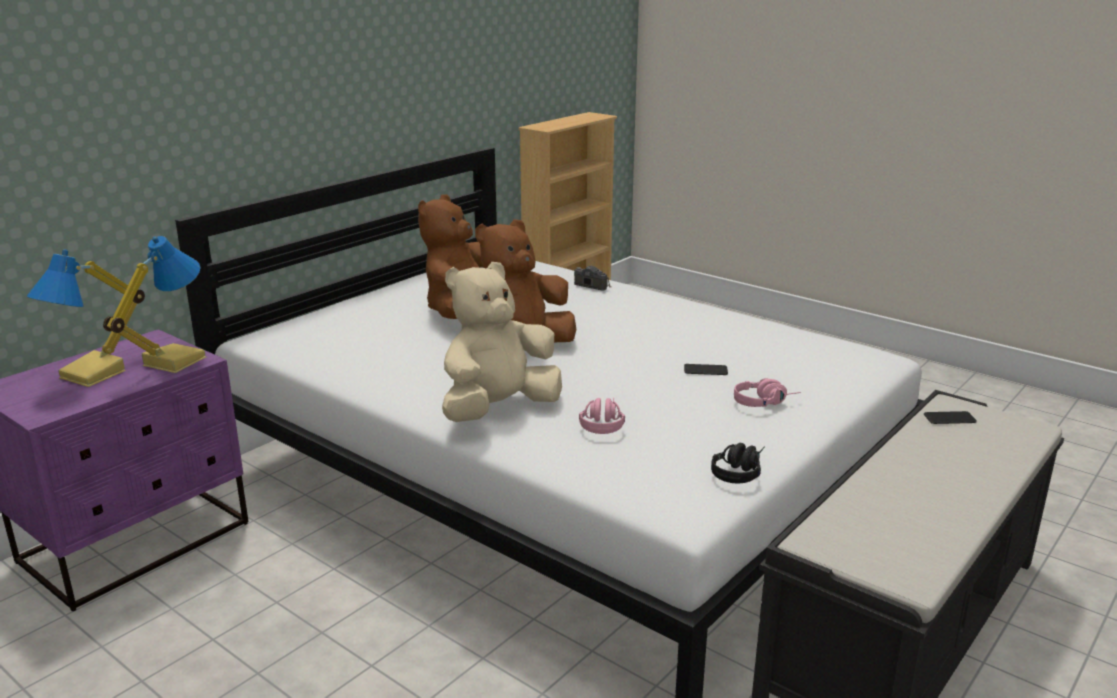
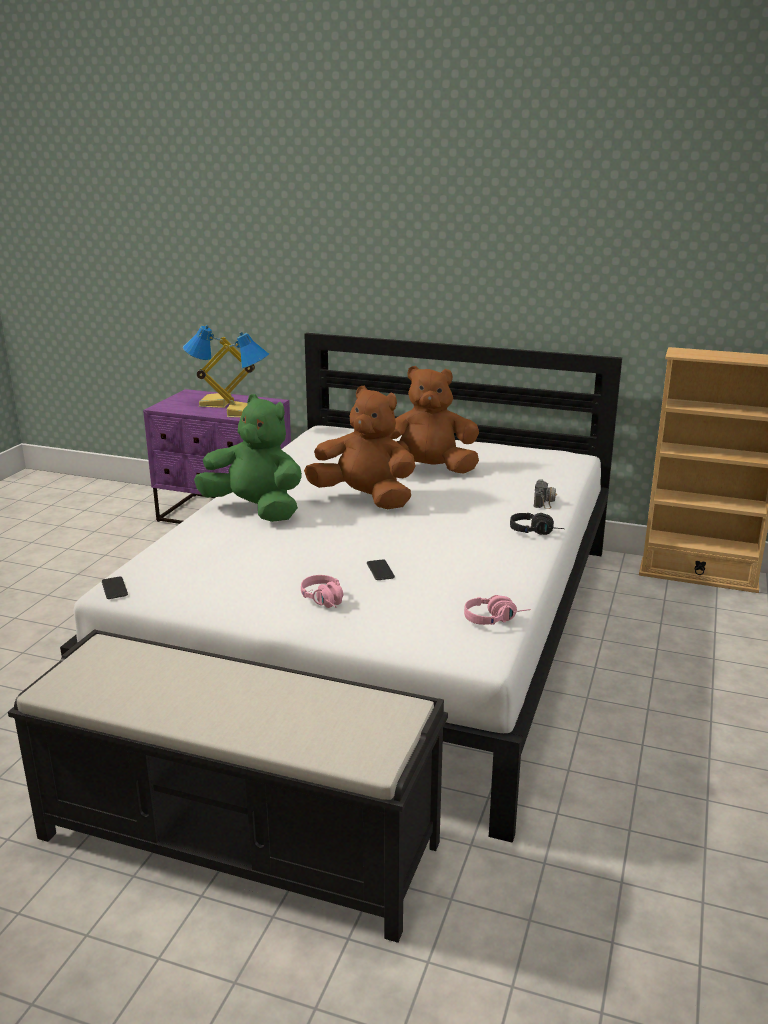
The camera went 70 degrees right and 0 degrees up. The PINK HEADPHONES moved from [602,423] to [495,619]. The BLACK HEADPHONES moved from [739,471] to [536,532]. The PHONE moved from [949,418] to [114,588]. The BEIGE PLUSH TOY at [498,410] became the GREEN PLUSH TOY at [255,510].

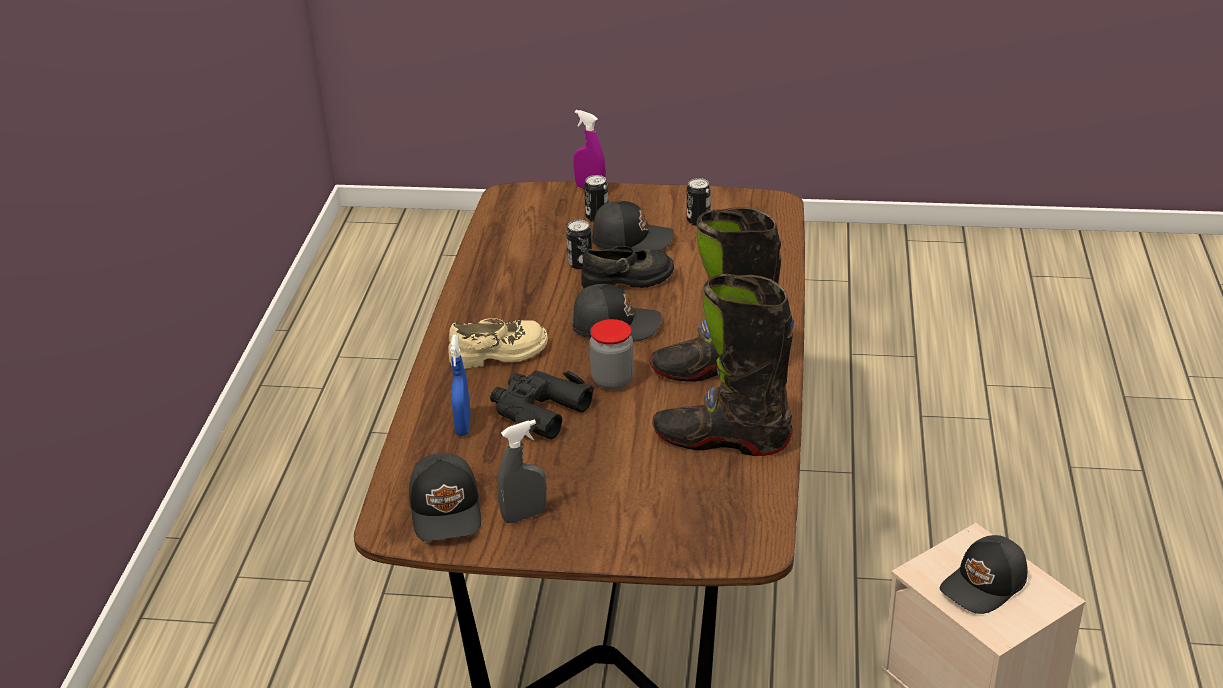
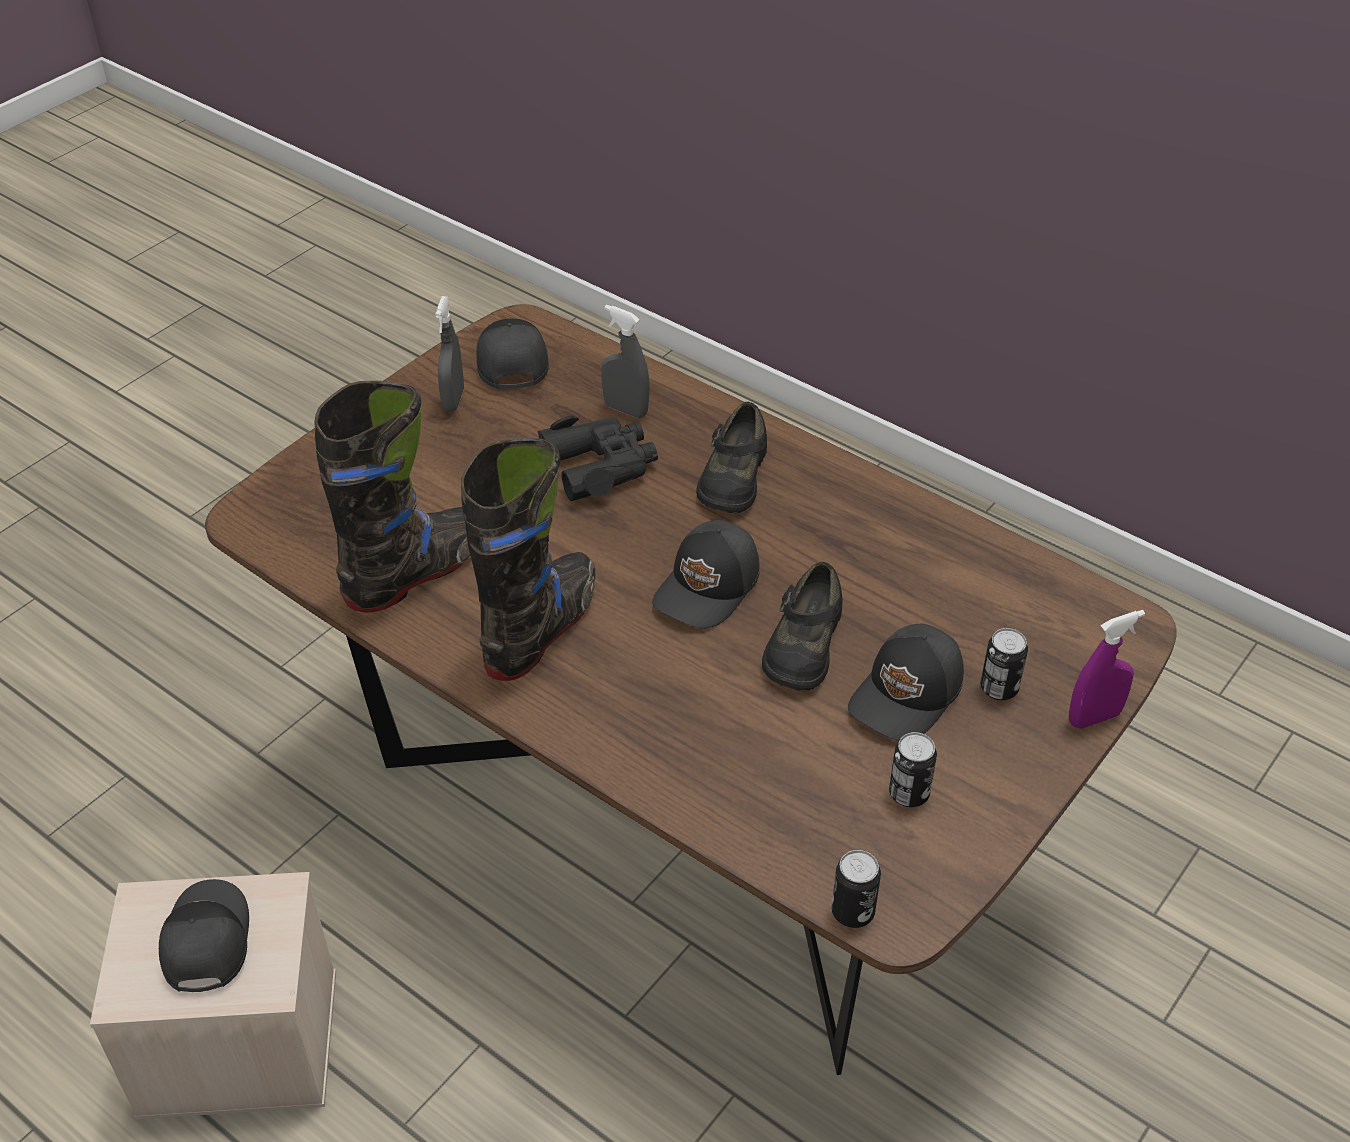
The camera went 120 degrees right and 10 degrees up. The JAR at [612,380] disappeared. The CAN moved from [580,263] to [852,912]. The BEIGE SHOE at [499,353] became the BLACK SHOE at [732,477]. The BLUE SPRAY BOTTLE at [463,426] became the GREY SPRAY BOTTLE at [626,410]. The BLACK CAP at [447,510] turned 60 degrees clockwise.

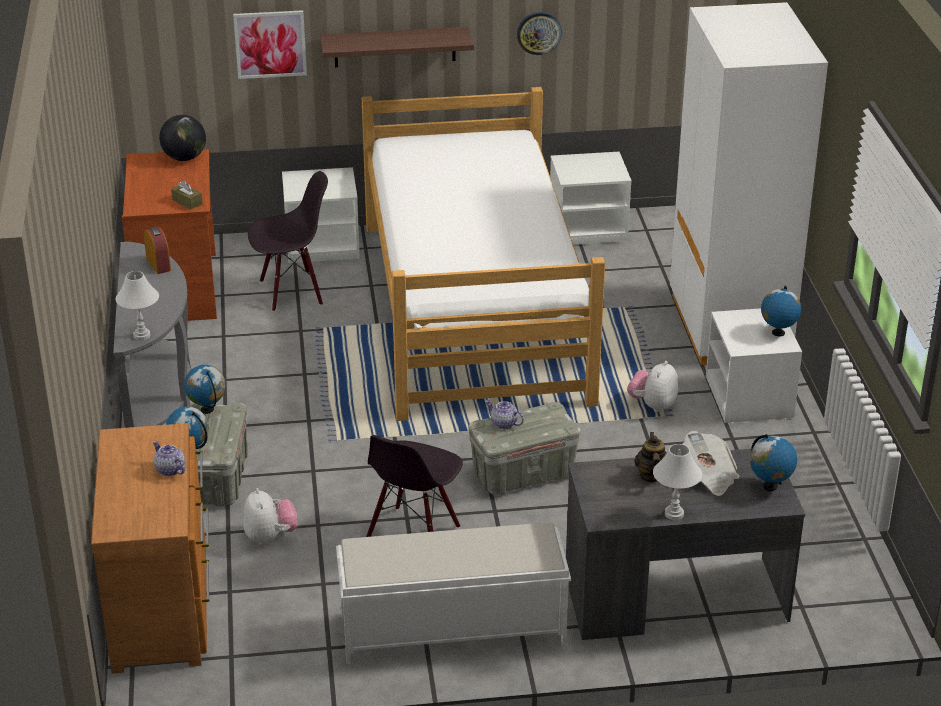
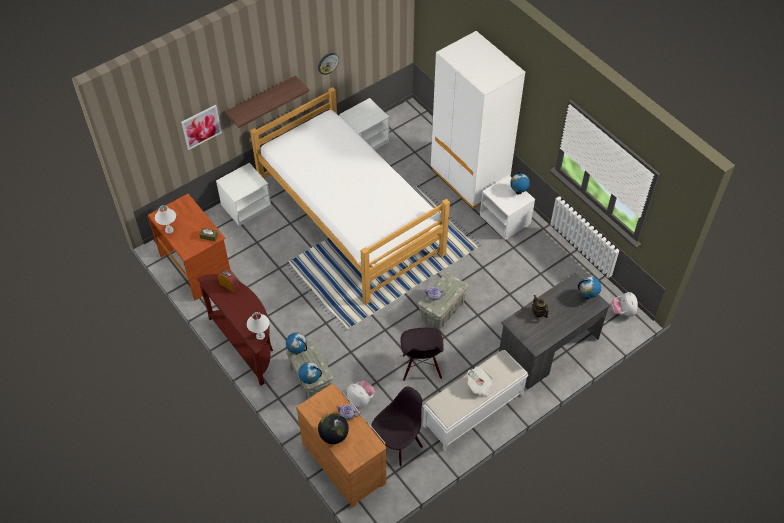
The camera went 30 degrees left and 20 degrees up. The GLOBE moved from [184,158] to [334,435]. The BLACK CHAIR moved from [291,292] to [397,444]. The PLUSH TOY moved from [653,405] to [623,311]. The WHITE TABLE LAMP moved from [674,513] to [169,230]. The NEWSPAPER moved from [707,476] to [480,386]. The GREY CONSOLE TABLE at [159,401] became the BROWN CONSOLE TABLE at [246,344].

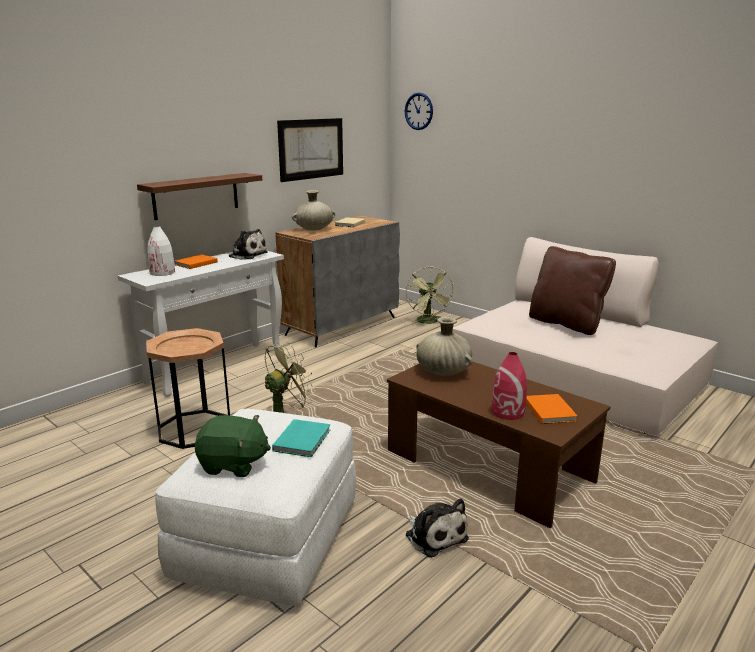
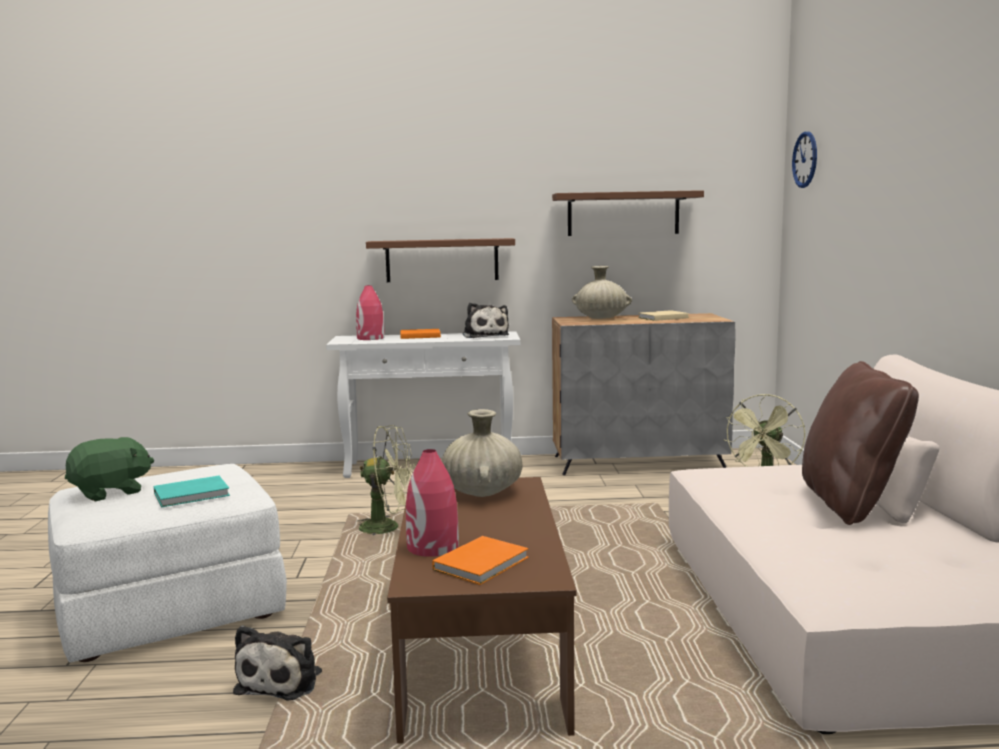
The camera went 45 degrees right and 10 degrees down. The BROWN SIDE TABLE at [194,429] disappeared. The PICTURE at [311,149] was replaced by the BROWN SHELF at [623,214]. The WHITE VASE at [162,273] became the RED VASE at [370,338]. The GREEN PLUSH TOY at [233,464] turned 90 degrees counterclockwise.

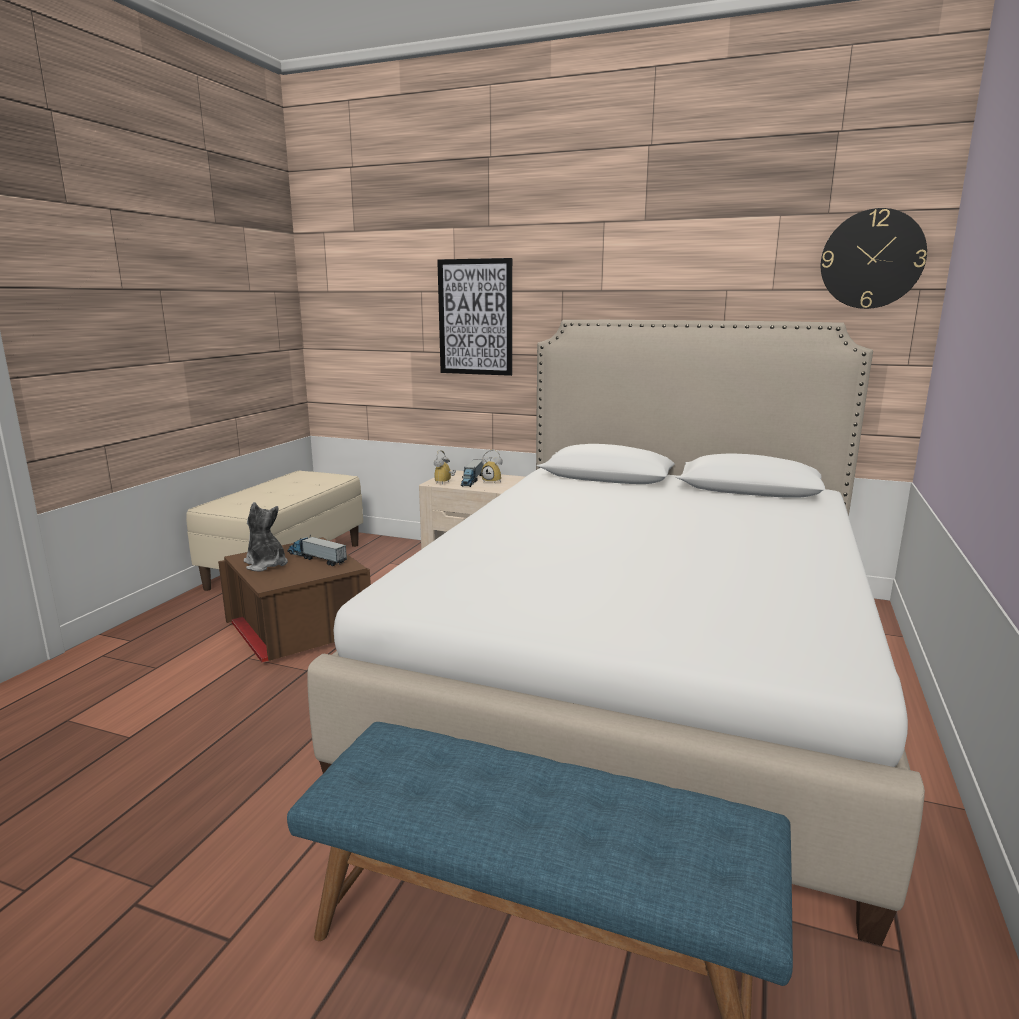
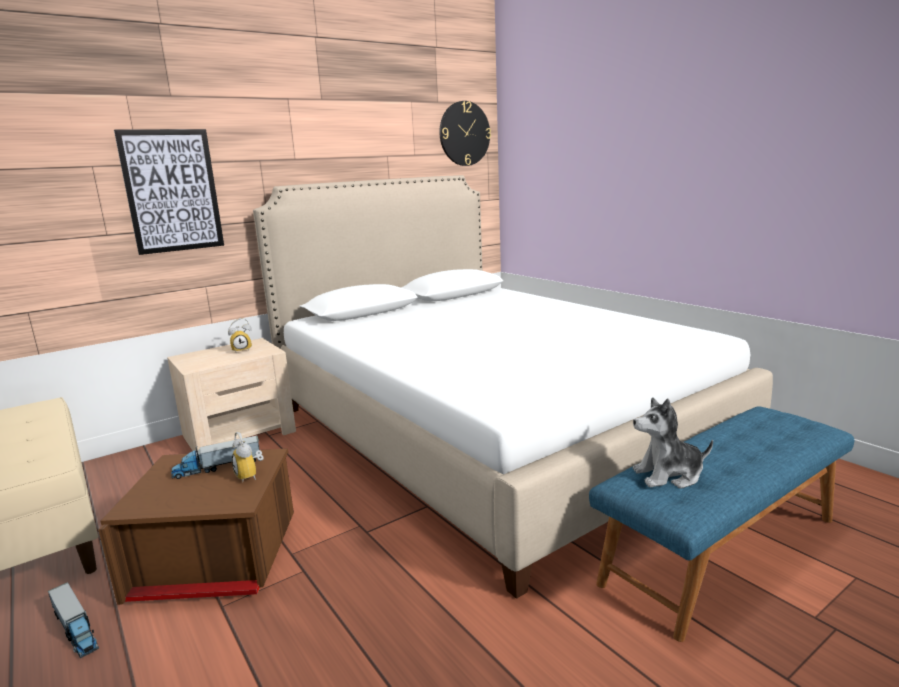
The camera went 55 degrees left and 0 degrees up. The PLUSH TOY moved from [266,564] to [669,475]. The ALARM CLOCK moved from [445,483] to [251,475]. The TOY TRUCK moved from [472,480] to [76,630].

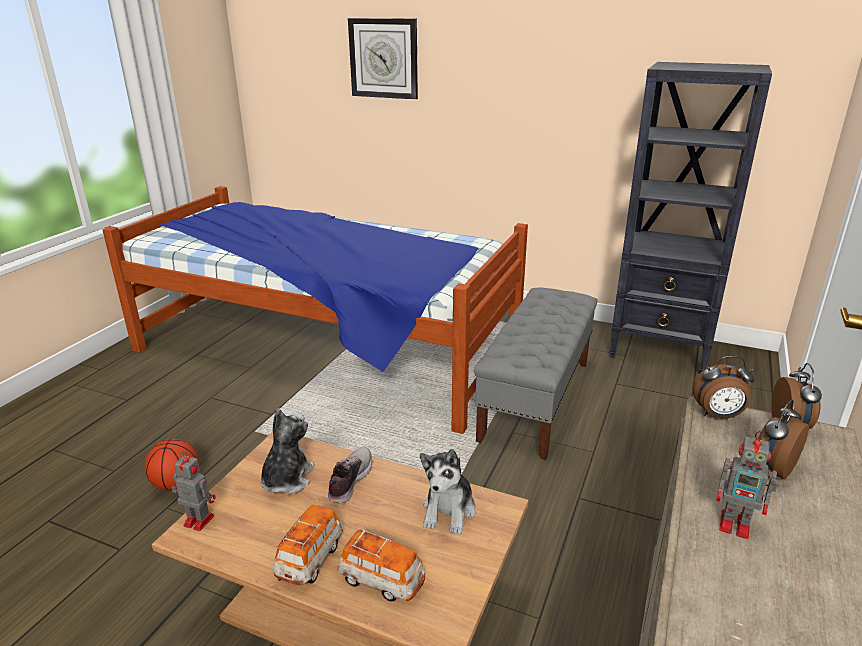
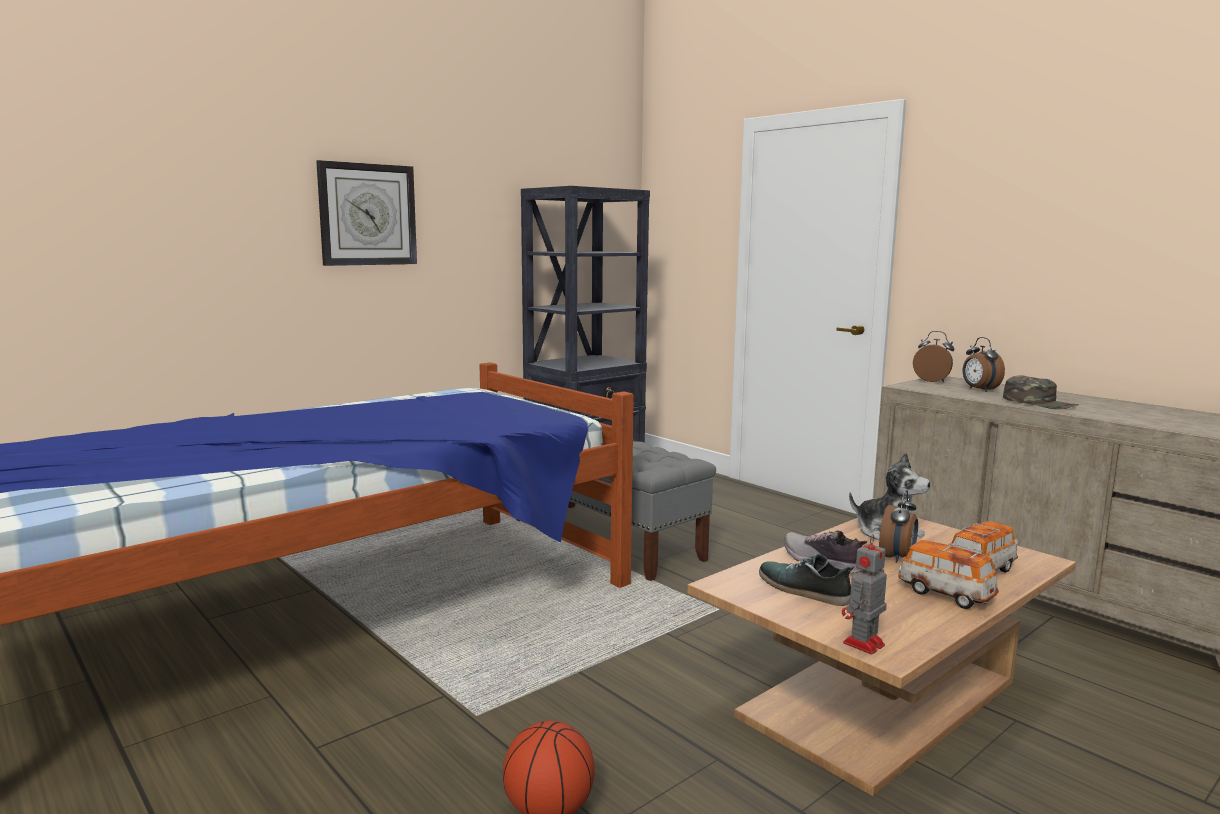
The camera went 65 degrees left and 15 degrees down. The WALL CLOCK moved from [384,58] to [367,214]. The ALARM CLOCK moved from [718,415] to [897,558]. The PLUSH TOY at [286,479] was replaced by the SHOE at [802,589]. The TOY ROBOT at [736,525] was replaced by the GREEN CAP at [1039,403].

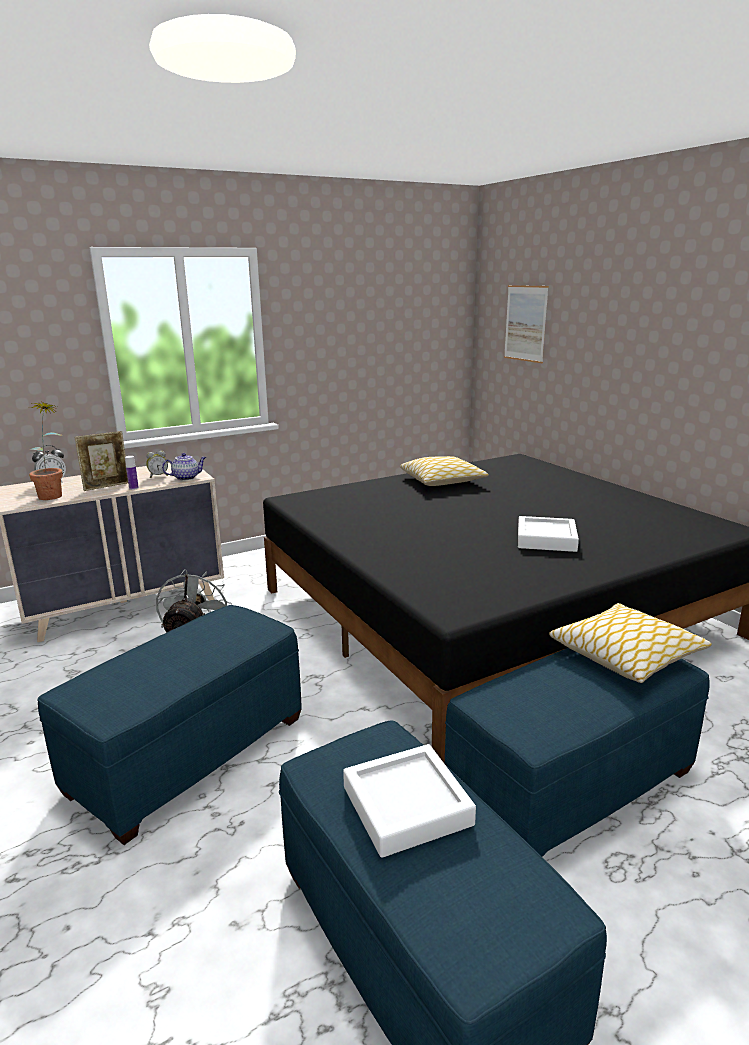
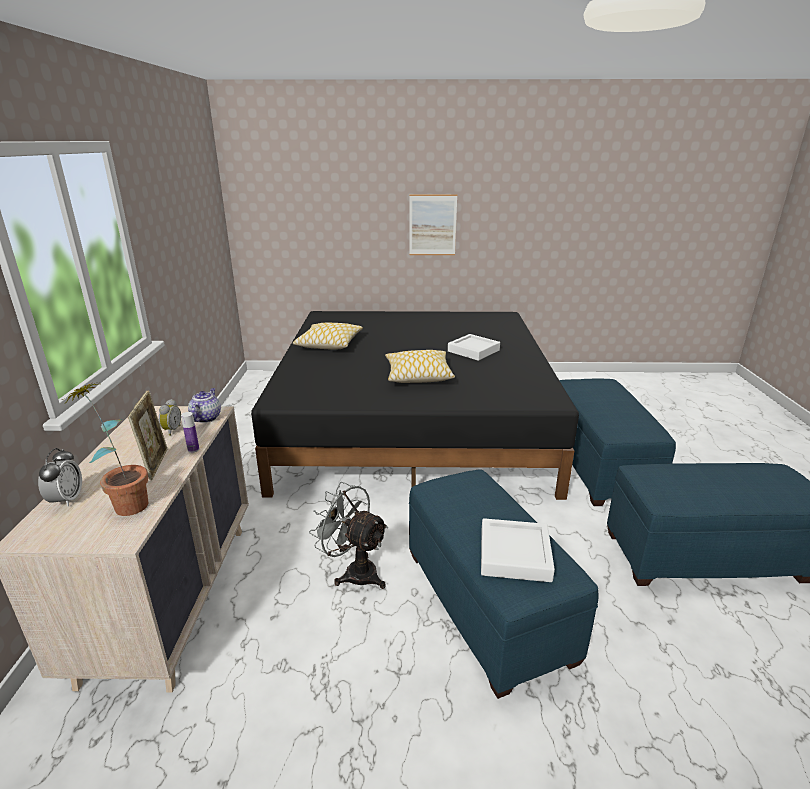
The camera went 60 degrees left and 5 degrees up. The WHITE TRAY moved from [407,806] to [514,555]. The PICTURE moved from [525,323] to [432,225]. The PILLOW moved from [626,655] to [418,375].

